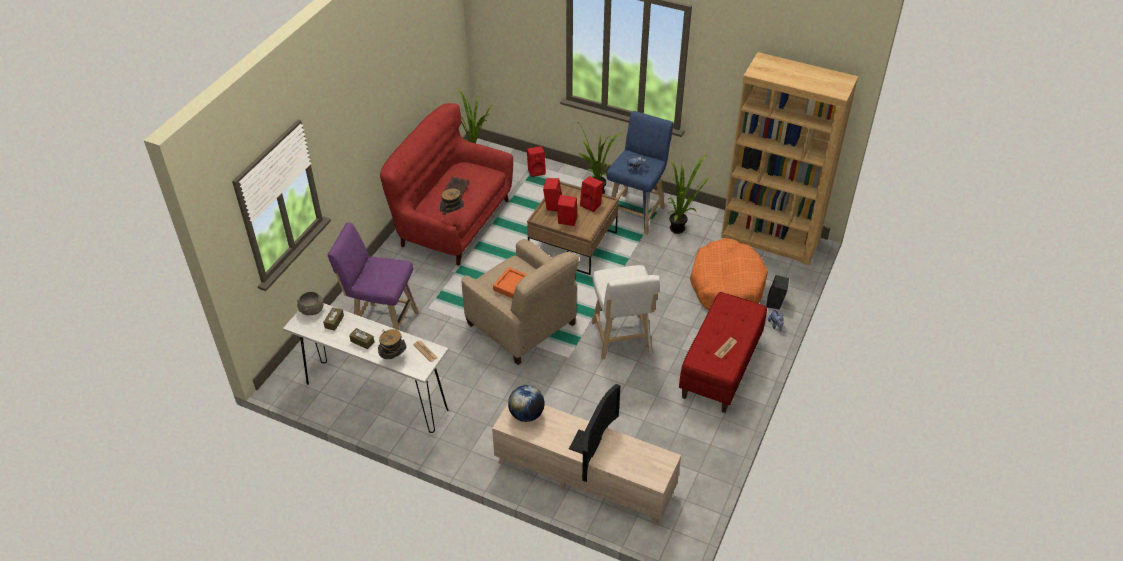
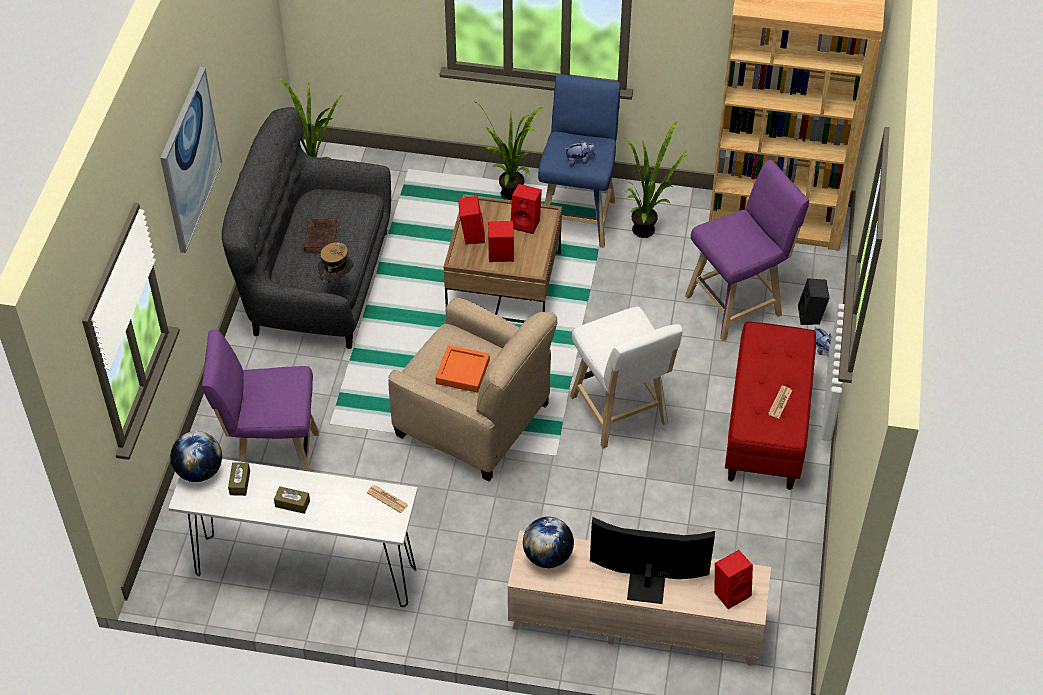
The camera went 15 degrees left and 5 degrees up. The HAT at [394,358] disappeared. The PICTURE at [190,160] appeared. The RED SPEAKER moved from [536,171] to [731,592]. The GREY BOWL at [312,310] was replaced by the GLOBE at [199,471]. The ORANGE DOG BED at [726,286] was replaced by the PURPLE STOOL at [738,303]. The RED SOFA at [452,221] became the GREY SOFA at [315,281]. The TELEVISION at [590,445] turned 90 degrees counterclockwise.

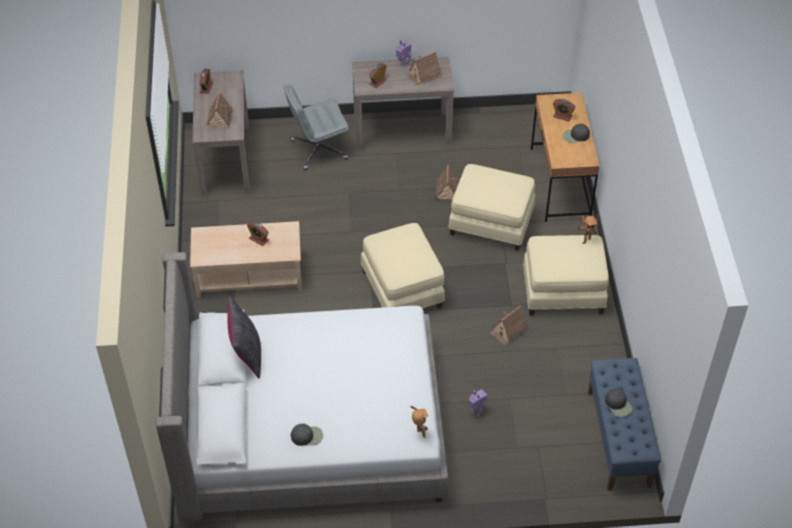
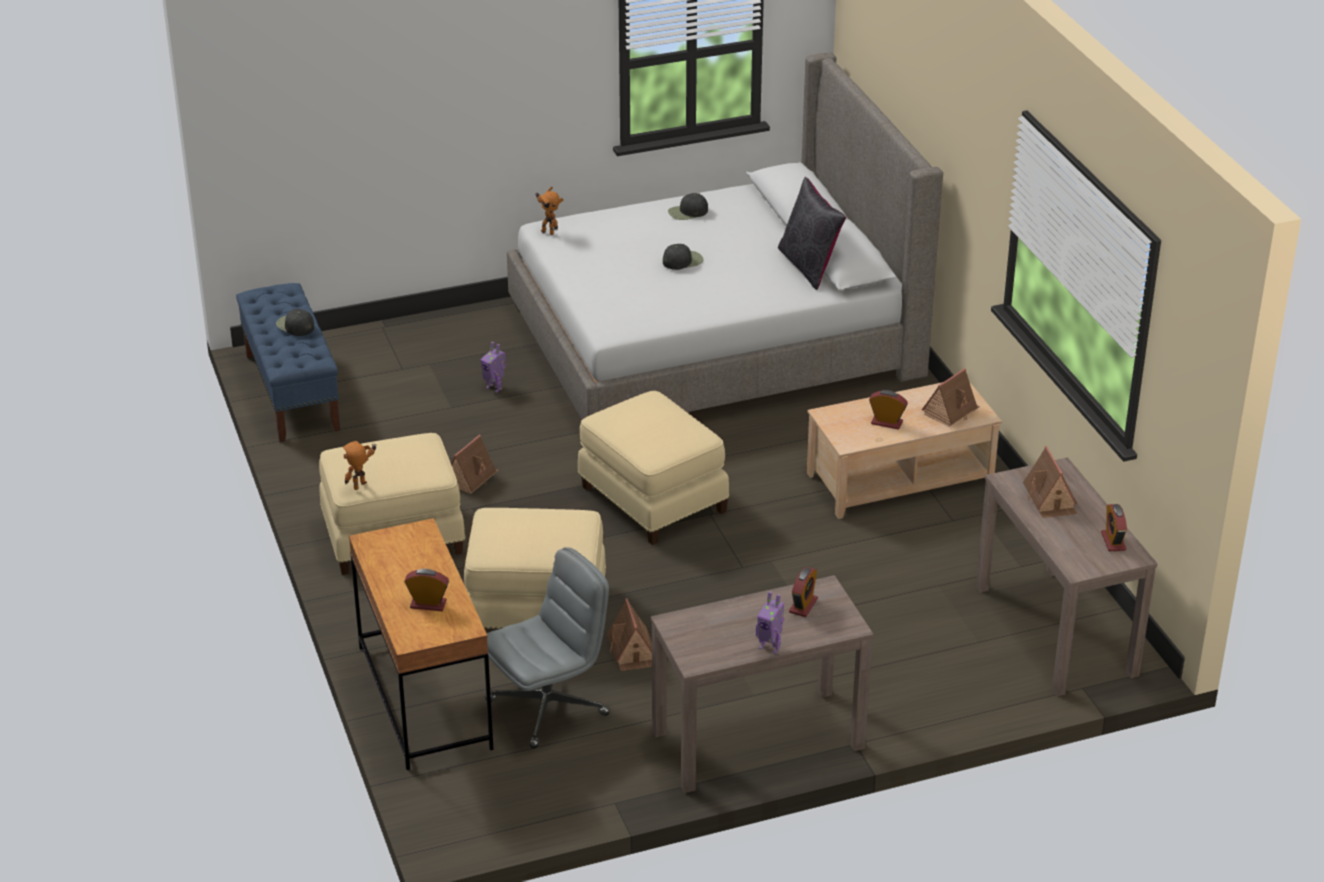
The camera went 165 degrees right and 15 degrees down. The GREY OFFICE CHAIR moved from [318,150] to [548,707]. The TOY HOUSE moved from [423,75] to [951,411]. The BLACK CAP moved from [575,136] to [682,260].

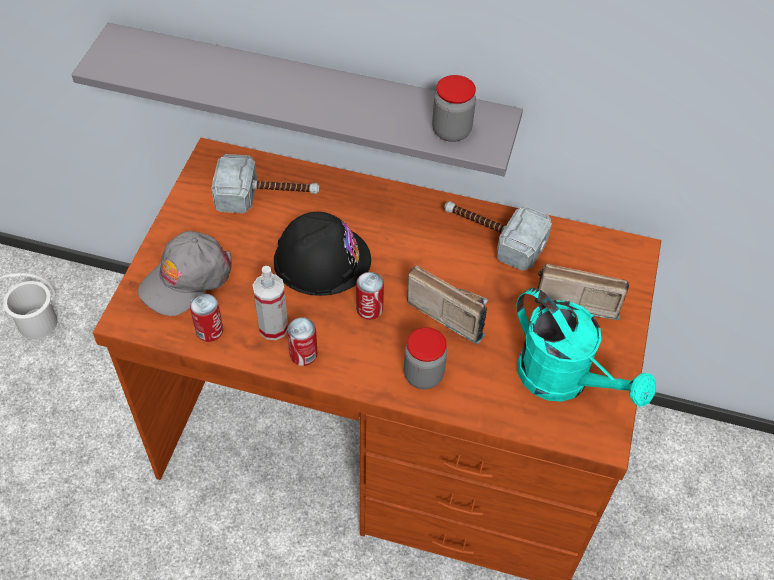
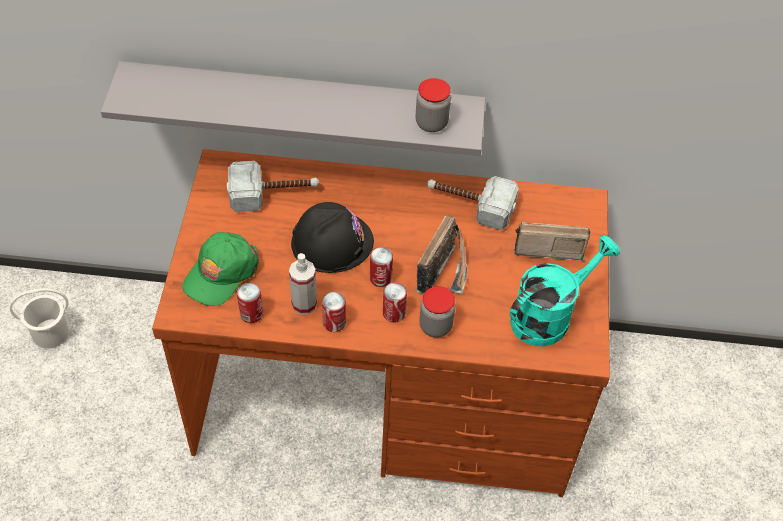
The camera went 10 degrees left and 0 degrees up. The CAN at [394,313] appeared. The GREY CAP at [186,279] became the GREEN CAP at [221,273]. The RADIO at [449,310] turned 90 degrees clockwise. The TURQUOISE WATERING CAN at [564,381] turned 75 degrees counterclockwise.

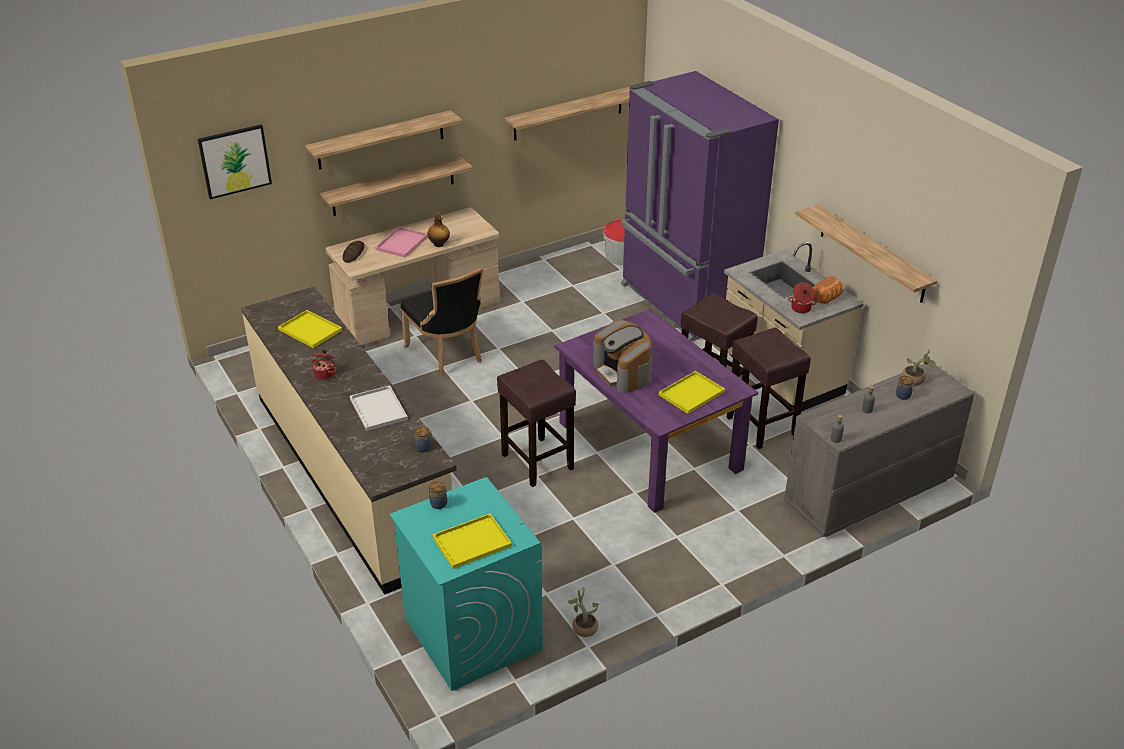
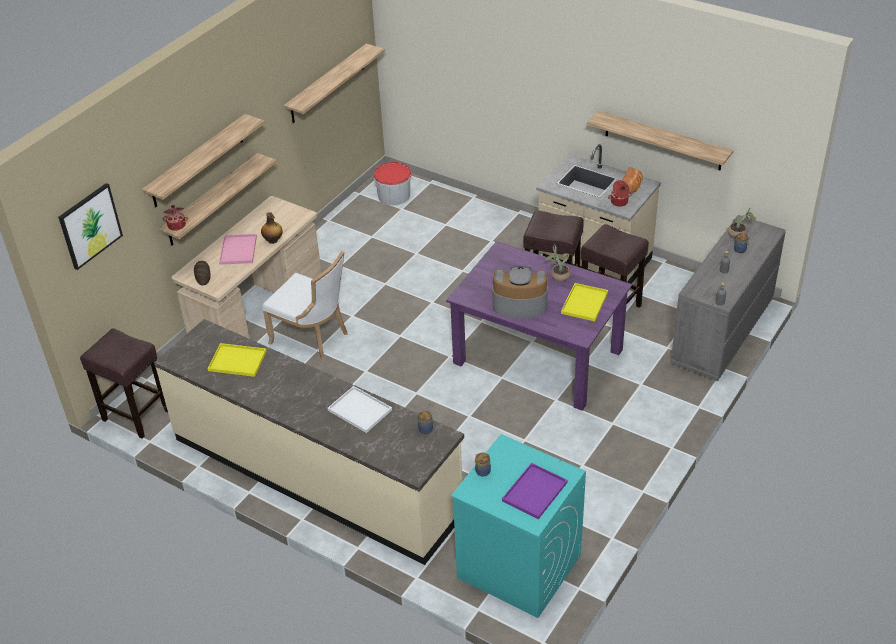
The camera went 25 degrees left and 5 degrees up. The PURPLE FRIDGE at [685,303] disappeared. The COOKING POT moved from [325,373] to [177,225]. The BROWN STOOL moved from [536,461] to [135,415]. The POTTED PLANT moved from [583,626] to [558,275]. The BLACK CHAIR at [447,355] became the WHITE CHAIR at [312,337]. The YELLOW TRAY at [473,541] became the PURPLE TRAY at [534,490]. The COFFEE MACHINE at [623,373] turned 150 degrees clockwise.

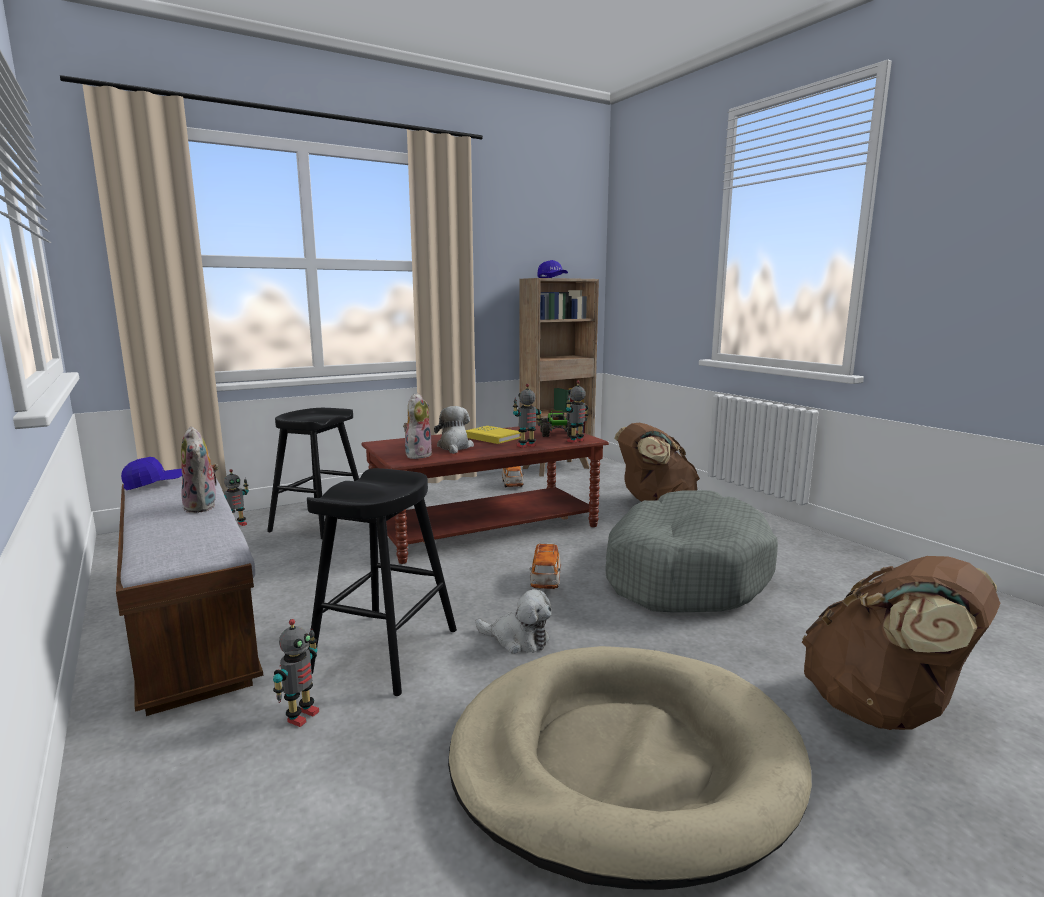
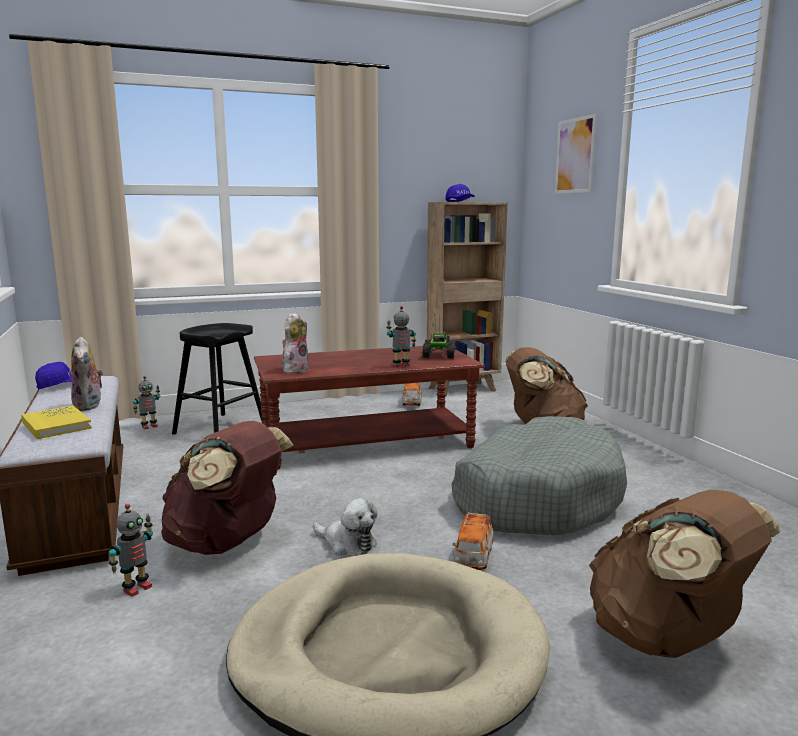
The camera went 10 degrees right and 0 degrees up. The PLUSH TOY at [454,447] disappeared. The TOY ROBOT at [576,441] disappeared. The PICTURE at [575,155] appeared. The YELLOW BOOK moved from [492,437] to [56,425]. The TOY CAR moved from [545,581] to [473,558]. The BLACK STOOL at [385,651] was replaced by the BROWN BACKPACK at [227,543].

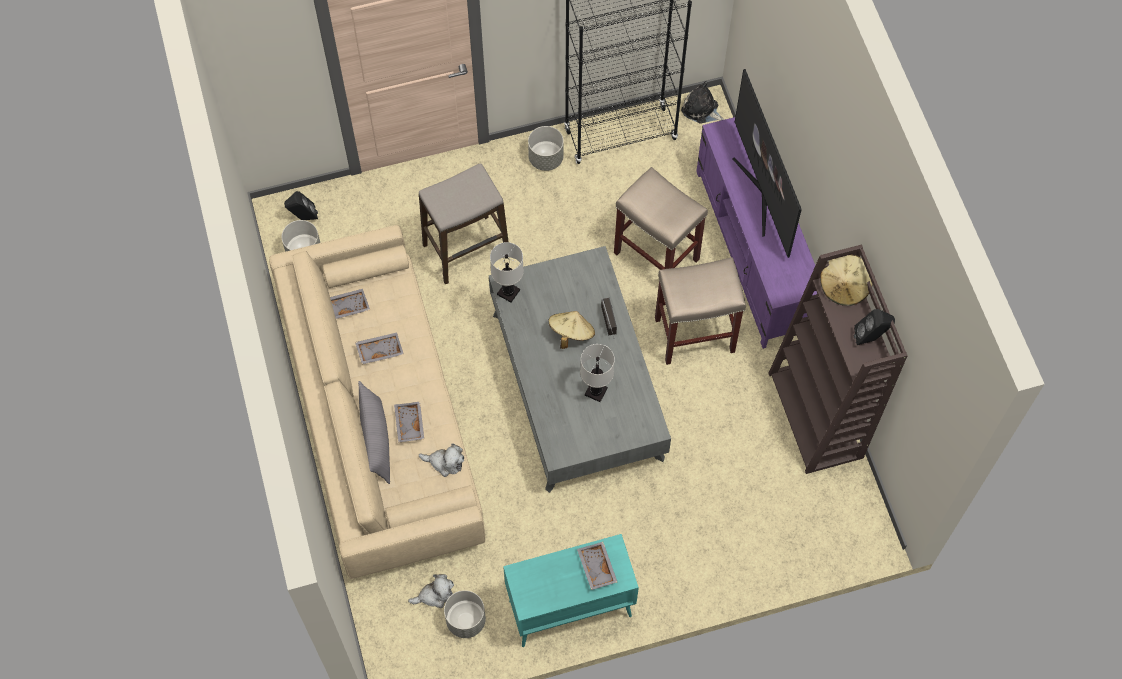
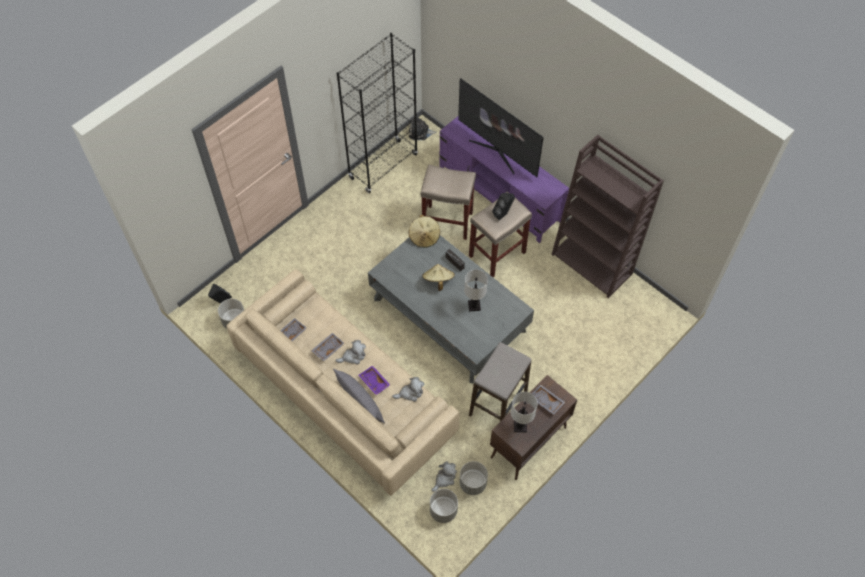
The camera went 30 degrees left and 5 degrees down. The PLUSH TOY at [353,356] appeared. The STOOL moved from [466,249] to [497,404]. The WHITE TABLE LAMP moved from [509,292] to [520,426]. The GREY PLANTER moved from [546,158] to [443,510]. The BEIGE HAT moved from [844,287] to [424,237]. The BLACK SPEAKER moved from [870,338] to [503,214]. The GREY TRAY at [408,424] became the PURPLE TRAY at [373,382]. The TURQUOISE CABINET at [569,609] became the BROWN CABINET at [528,443].

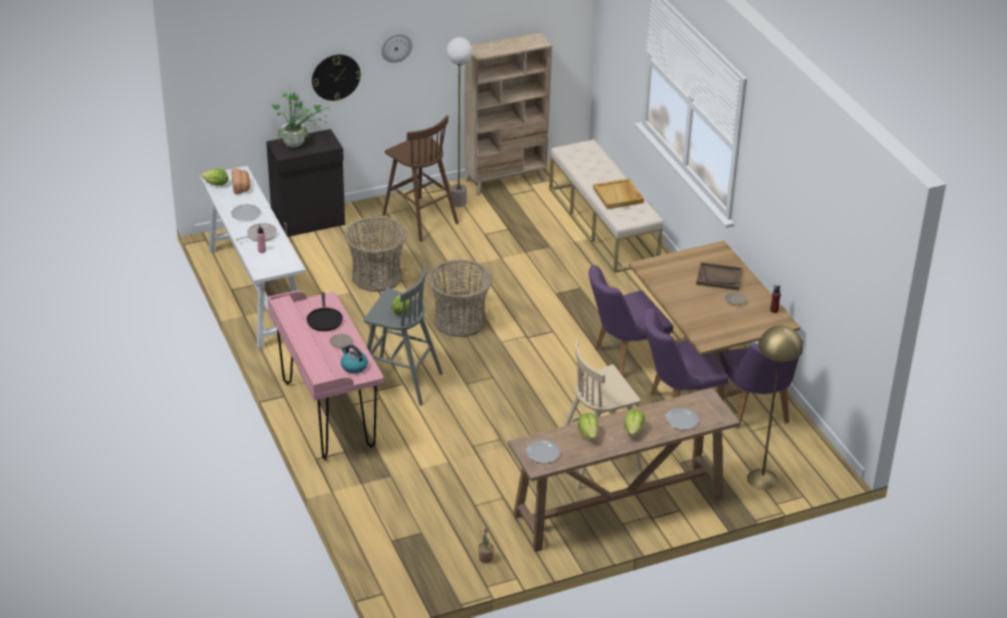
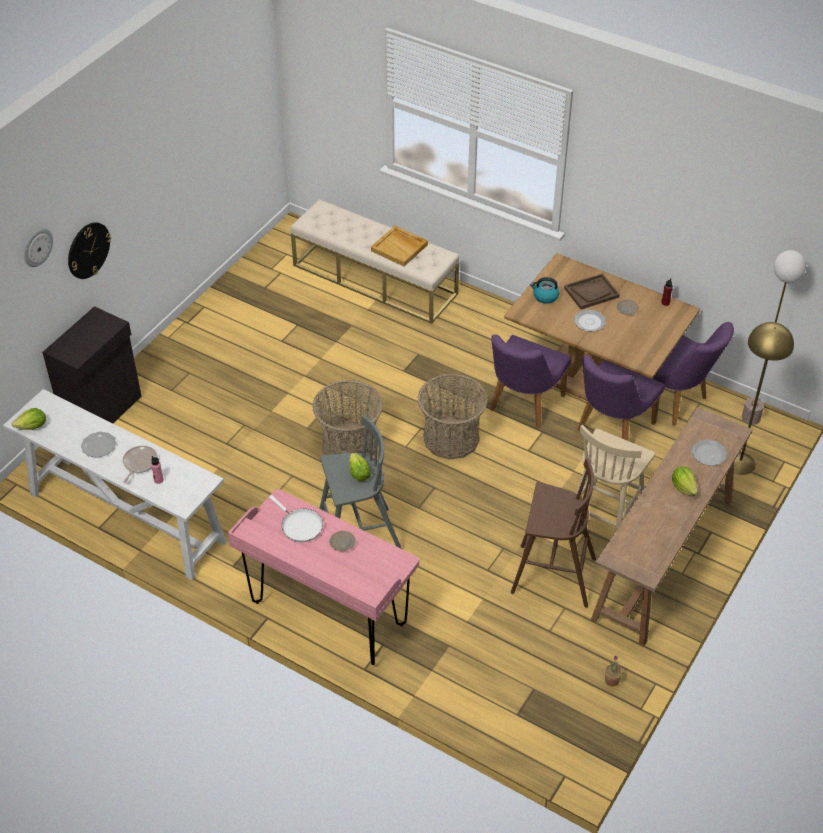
The camera went 35 degrees left and 10 degrees up. The BREAD at [241,187] disappeared. The POTTED PLANT at [299,144] disappeared. The BEIGE BOOKCASE at [506,180] disappeared. The LETTUCE at [588,434] disappeared. The KETTLE moved from [353,366] to [545,296]. The BASKET moved from [377,277] to [451,438]. The WALL CLOCK moved from [396,47] to [37,247]. The BROWN STOOL moved from [419,218] to [551,575]. The FLOOR LAMP moved from [458,202] to [750,418]. The PLATE moved from [543,452] to [589,321]. The BLACK FRYING PAN at [324,320] became the WHITE FRYING PAN at [300,526].

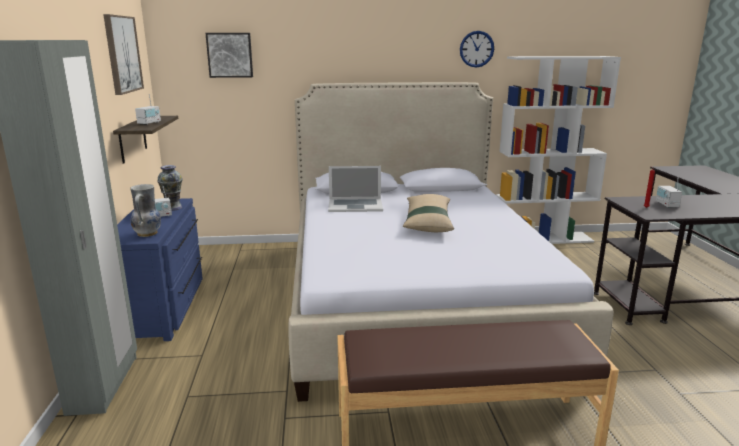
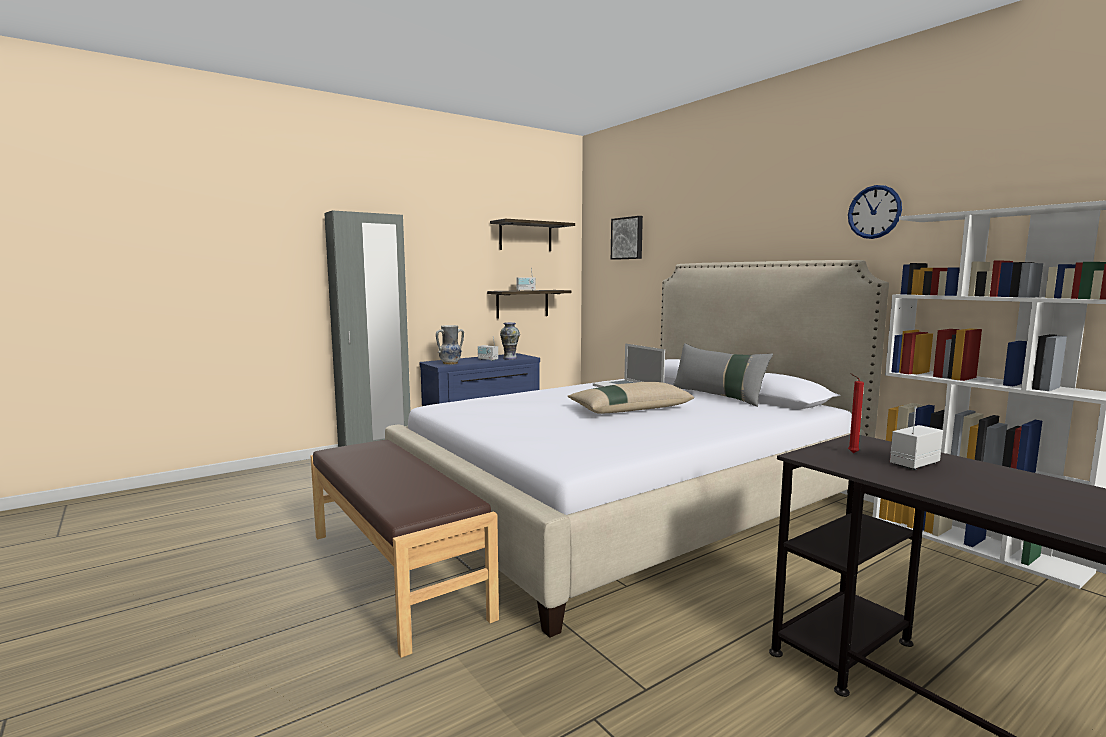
The camera went 60 degrees right and 10 degrees down. The GREY PILLOW at [718,396] appeared. The PICTURE at [122,54] was replaced by the SHELF at [525,236].

